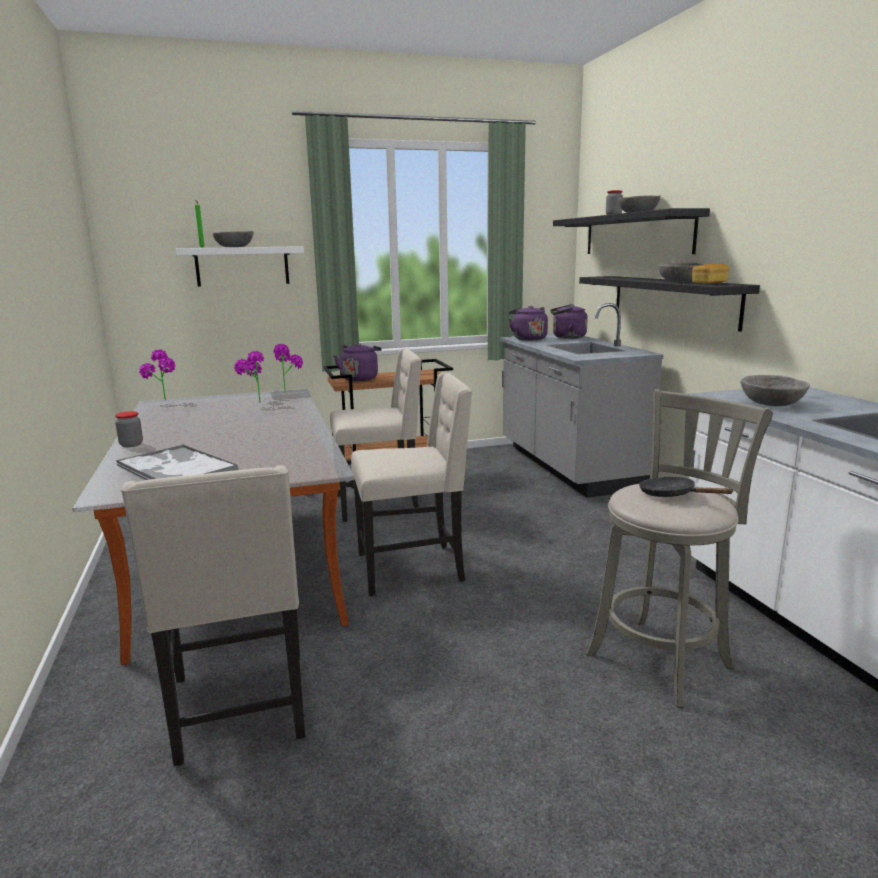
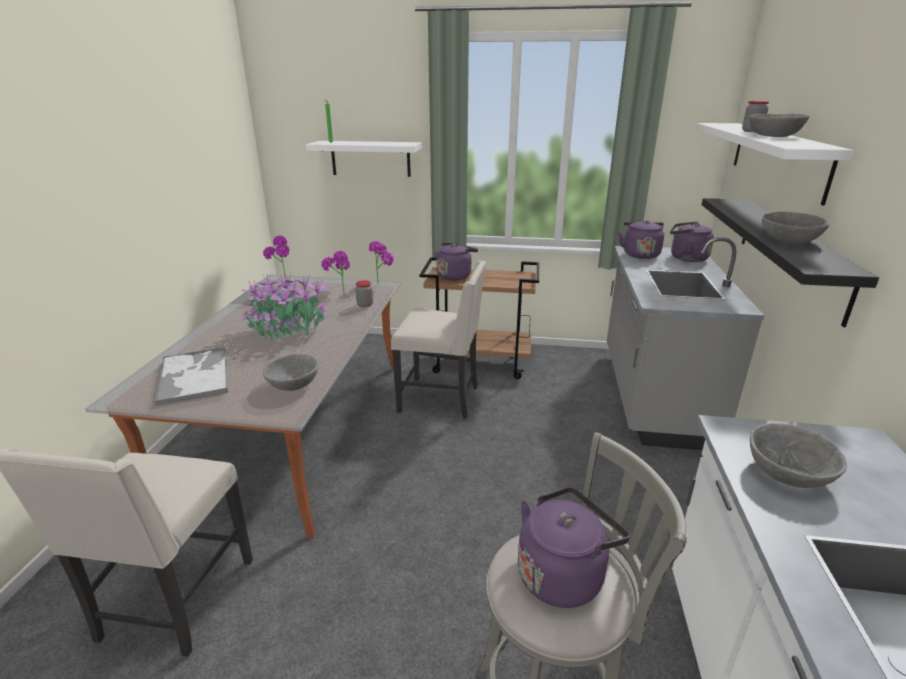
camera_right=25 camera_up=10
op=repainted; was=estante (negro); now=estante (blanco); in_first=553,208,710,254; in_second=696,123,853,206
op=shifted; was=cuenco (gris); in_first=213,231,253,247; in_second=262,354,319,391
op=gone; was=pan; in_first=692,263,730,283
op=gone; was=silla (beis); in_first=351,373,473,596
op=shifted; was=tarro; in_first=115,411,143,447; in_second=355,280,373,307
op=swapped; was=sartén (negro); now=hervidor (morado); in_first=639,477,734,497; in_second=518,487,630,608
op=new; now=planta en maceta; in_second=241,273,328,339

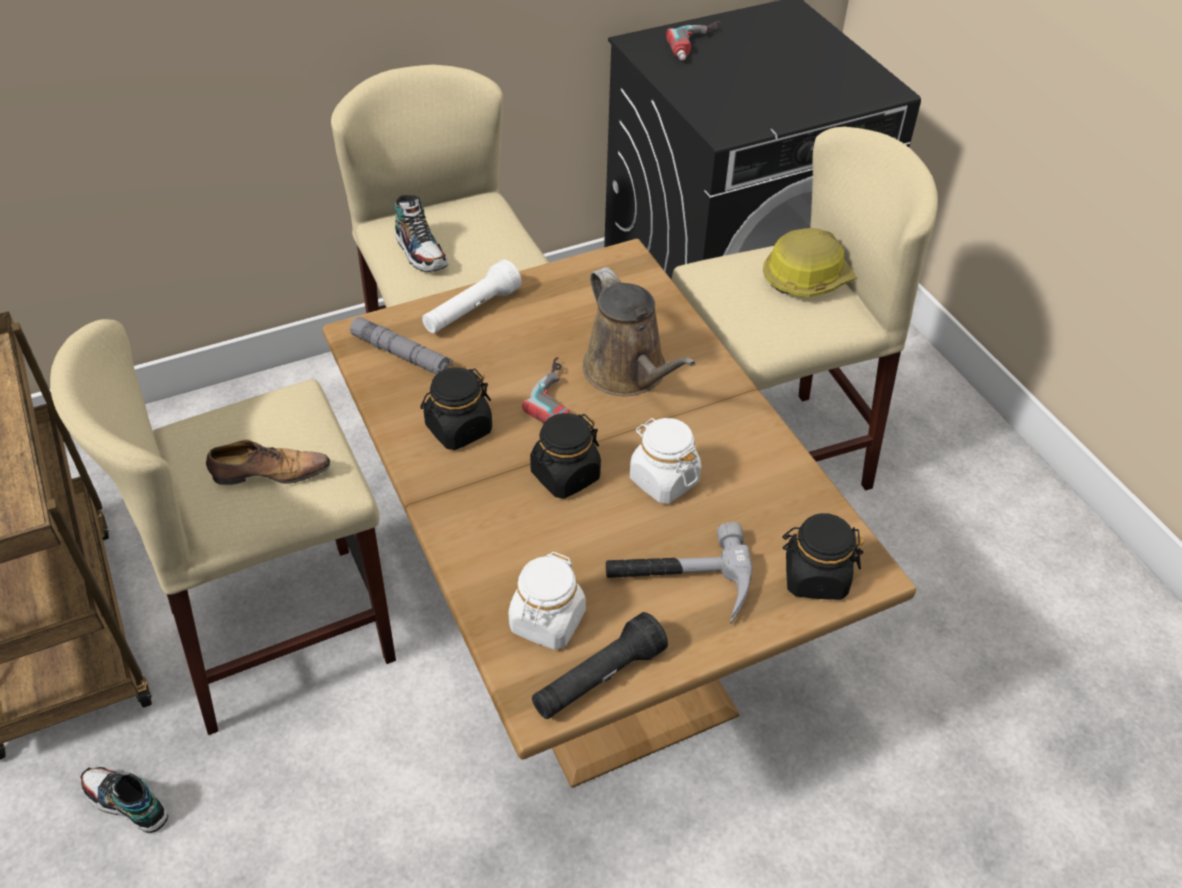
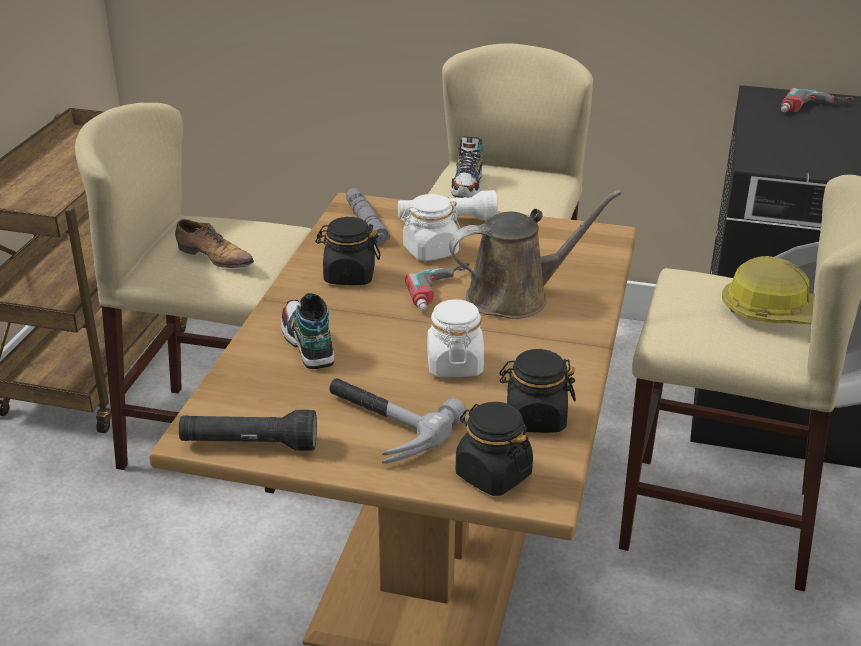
camera_right=40 camera_up=-15
op=rotated; was=regadera (marrón); in_first=583,267,696,396; in_second=449,190,621,319; clockwise=-120
op=shifted; was=tarro (negro); in_first=530,413,601,499; in_second=499,349,576,433
op=shifted; was=tarro (blanco); in_first=508,552,586,650; in_second=401,194,460,261
op=shifted; was=zapato; in_first=80,767,168,833; in_second=281,293,334,369

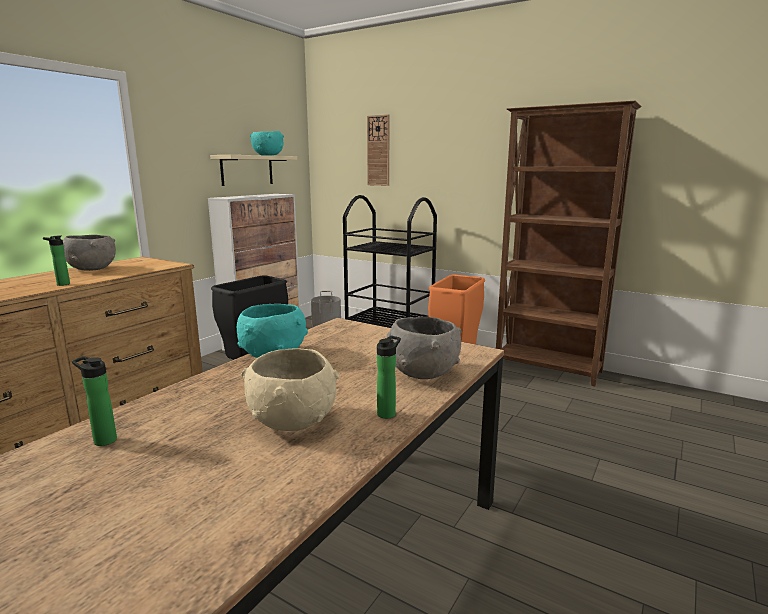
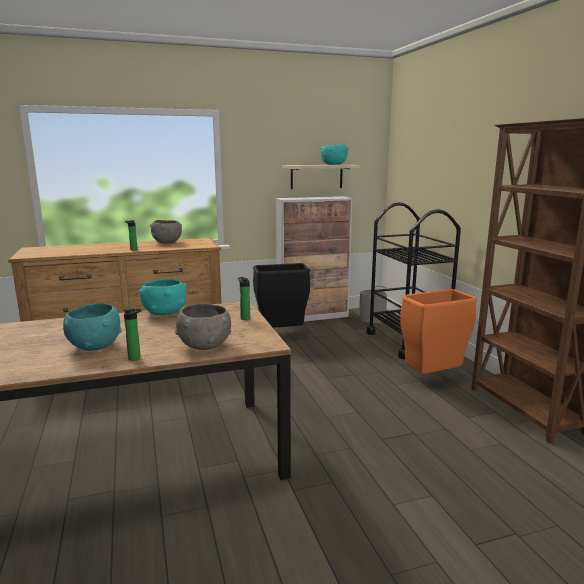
camera_right=40 camera_up=0
op=gone; was=reloj de pared; in_first=367,115,389,186
op=repainted; was=cuenco (beis); now=cuenco (turquesa); in_first=241,349,339,431; in_second=63,303,122,351
op=shifted; was=botella; in_first=72,356,117,446; in_second=238,277,250,320

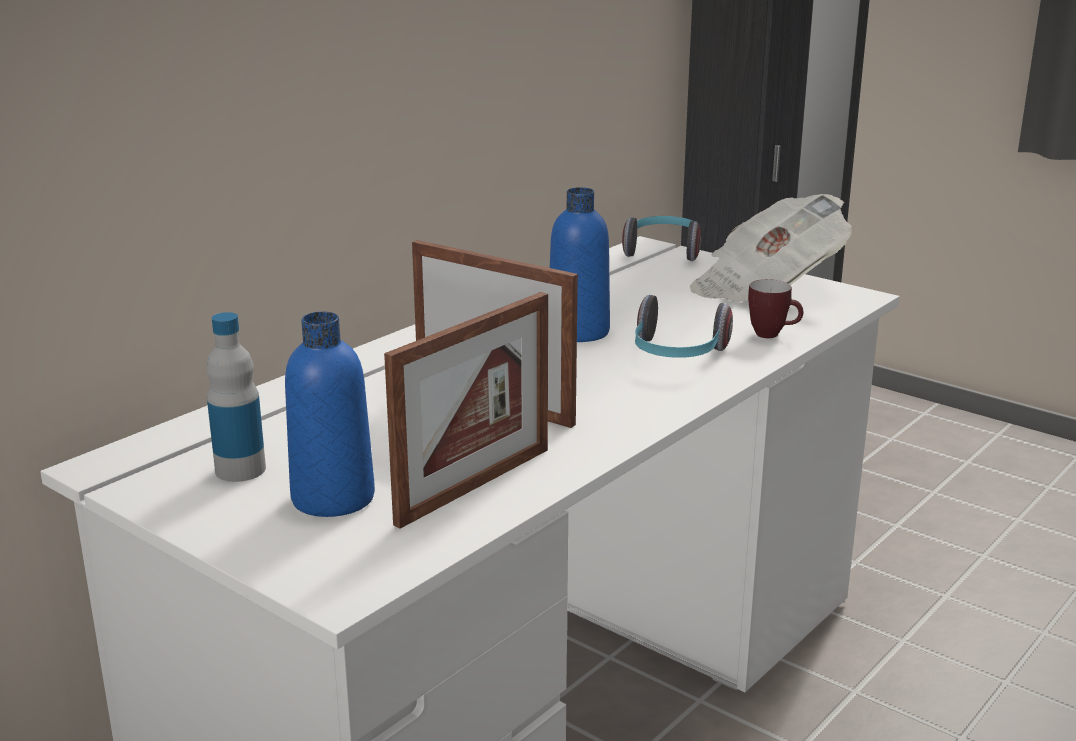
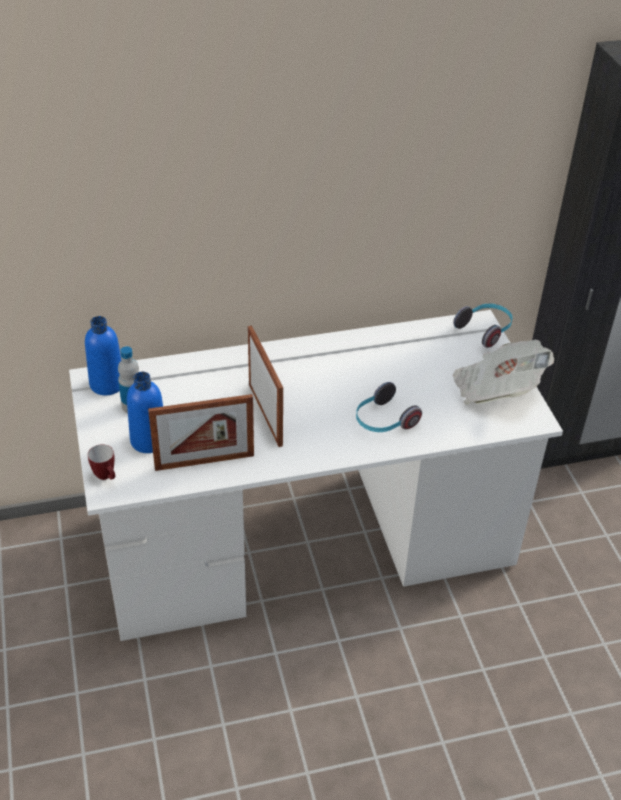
camera_right=35 camera_up=20
op=shifted; was=botella (azul); in_first=550,187,610,342; in_second=85,316,121,395
op=shifted; was=taza grande; in_first=748,279,803,338; in_second=88,444,115,480

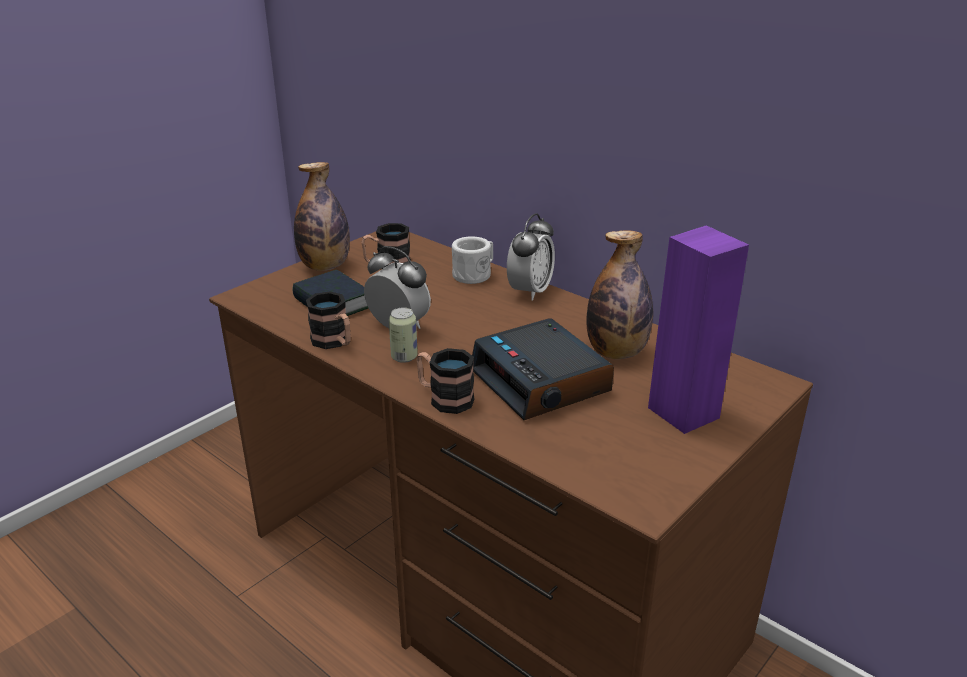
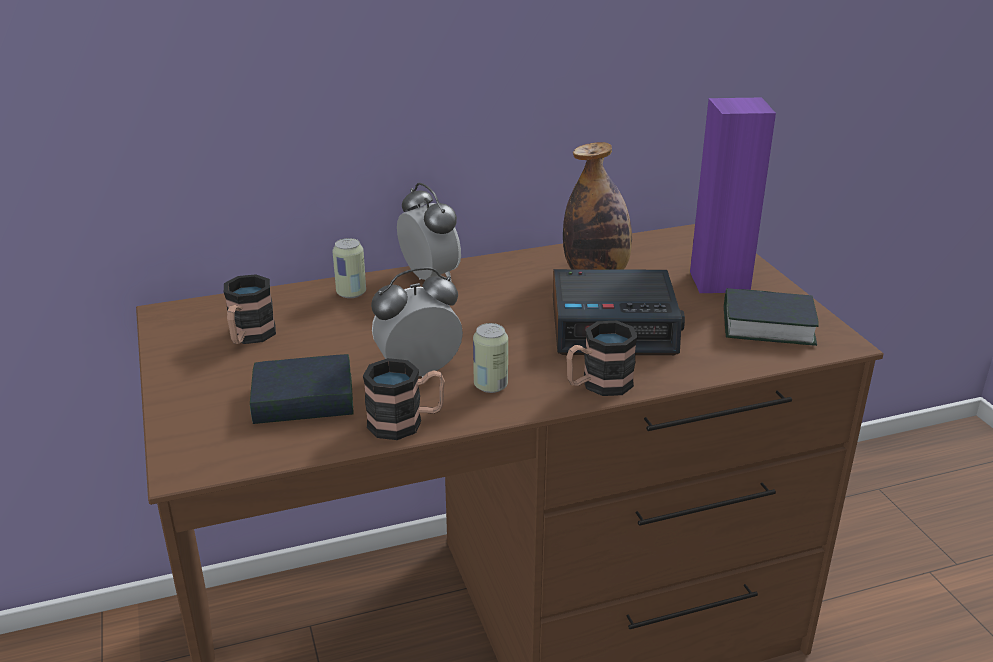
camera_right=-60 camera_up=0
op=gone; was=botella; in_first=294,162,350,271
op=swapped; was=taza grande (blanco); now=lata; in_first=452,236,493,284; in_second=332,238,366,298
op=new; now=libro; in_second=724,288,819,346

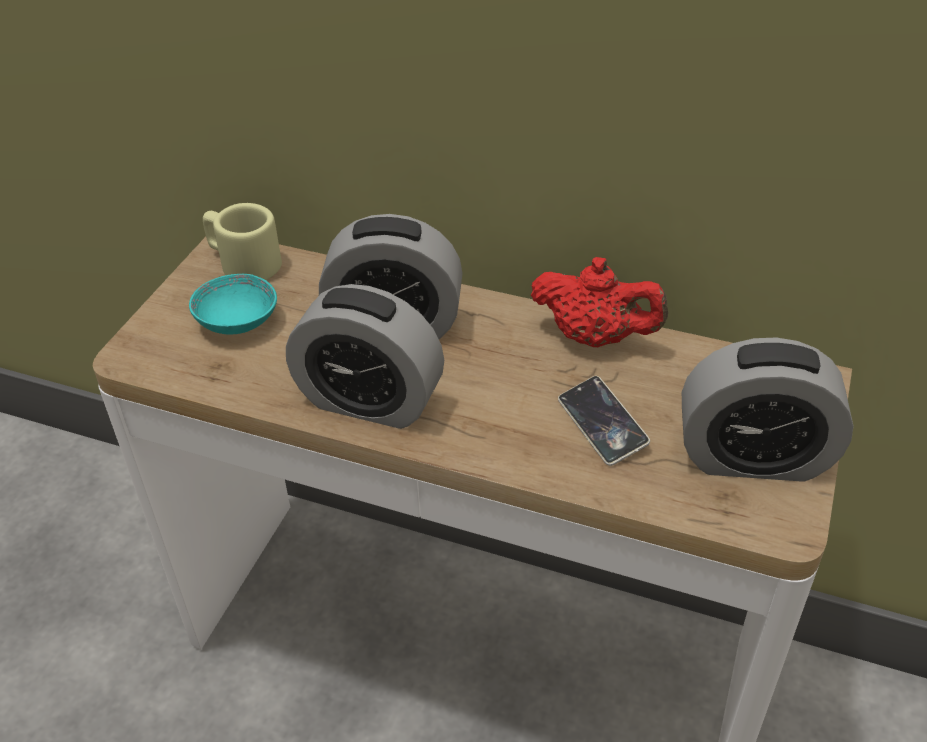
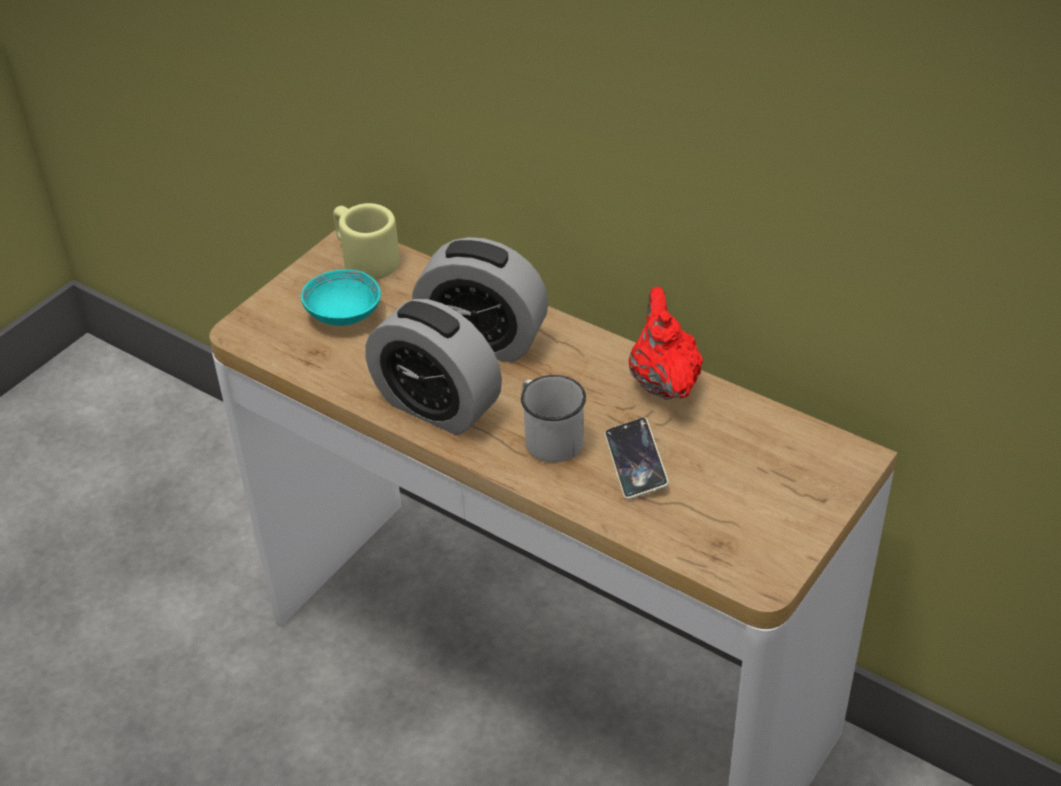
camera_right=15 camera_up=0
op=rotated; was=tetera (rojo); in_first=531,257,668,347; in_second=629,286,703,400; clockwise=-135
op=gone; was=despertador; in_first=682,338,854,482
op=new; now=taza grande (blanco); in_second=521,375,586,463

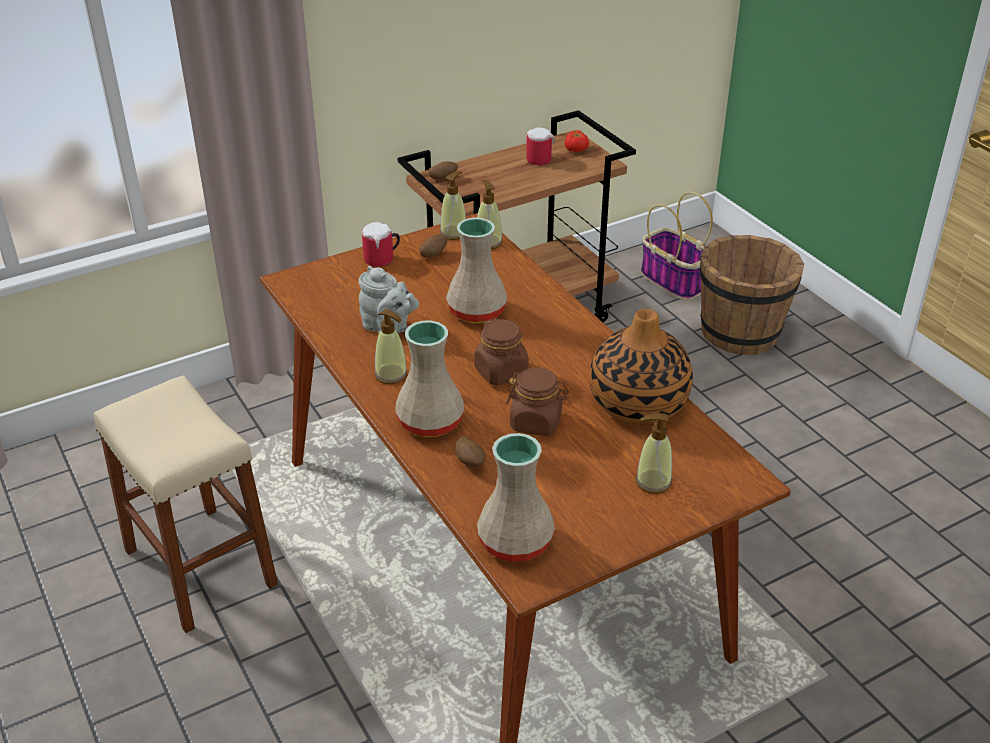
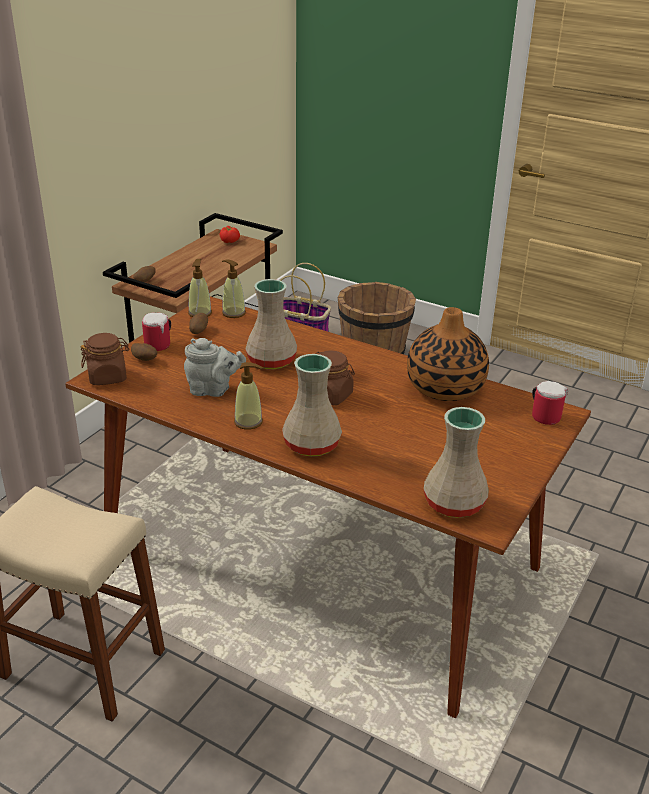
camera_right=-30 camera_up=-5
op=shifted; was=taza grande; in_first=526,127,555,165; in_second=532,381,568,425
op=shifted; was=tarro (marrón); in_first=506,367,569,436; in_second=81,333,129,385
op=gone; was=dispensador de jabón; in_first=635,413,672,494
op=shifted; was=patata; in_first=455,436,486,467; in_second=131,343,157,361

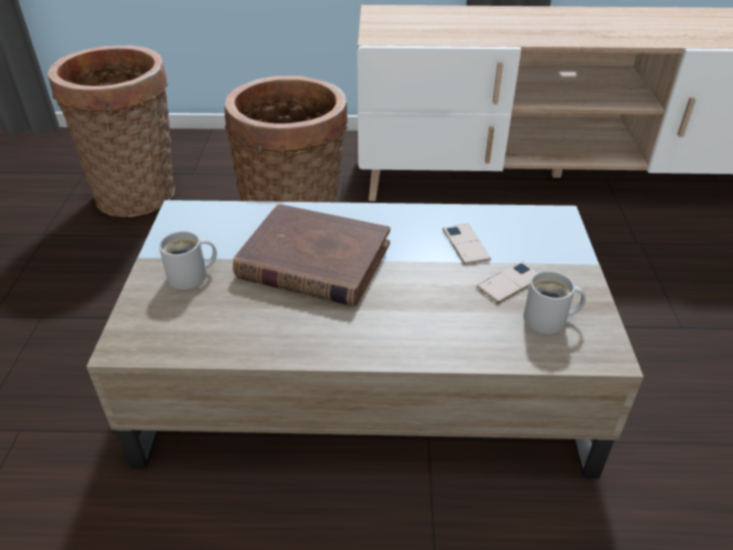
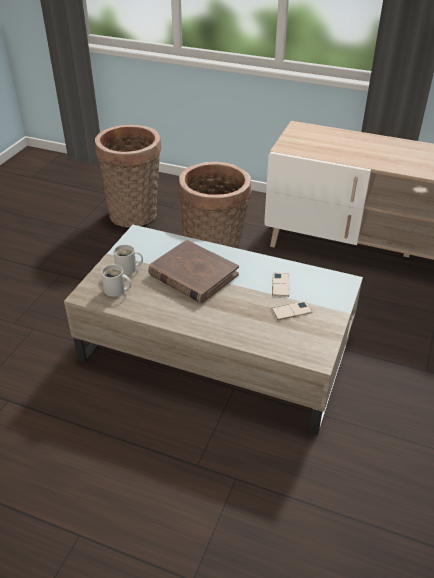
camera_right=20 camera_up=0
op=shifted; was=taza grande (blanco); in_first=523,271,586,334; in_second=101,264,131,297

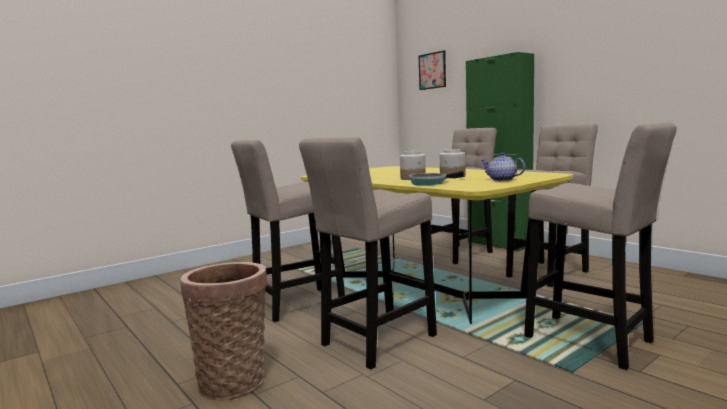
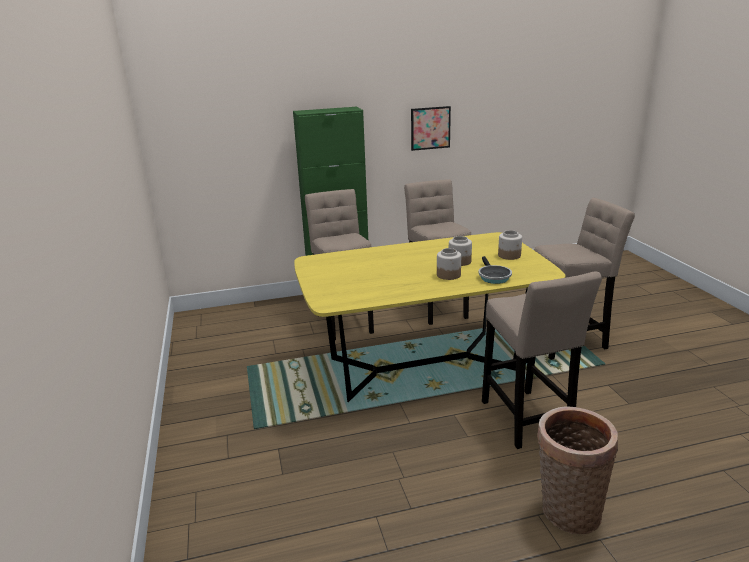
camera_right=-65 camera_up=15
op=shifted; was=cuadro; in_first=419,50,446,90; in_second=411,106,451,151
op=gone; was=taburete (beis); in_first=231,140,345,322
op=swapped; was=tetera; now=tarro; in_first=481,153,525,181; in_second=498,230,522,260

